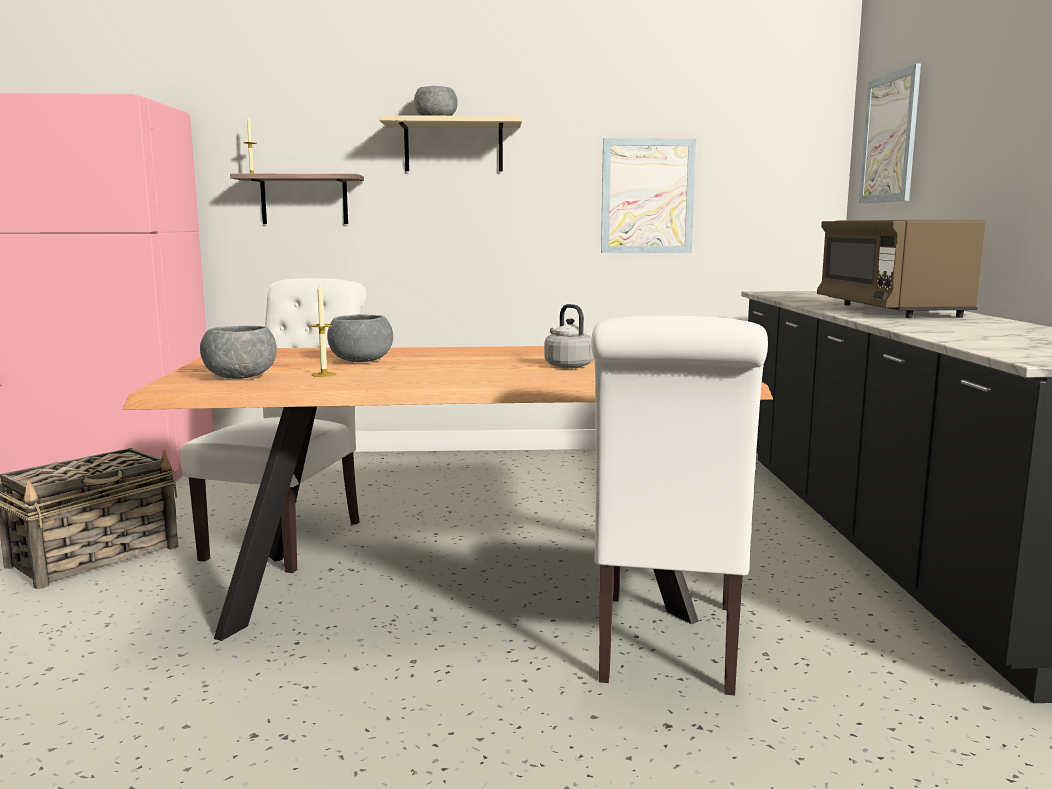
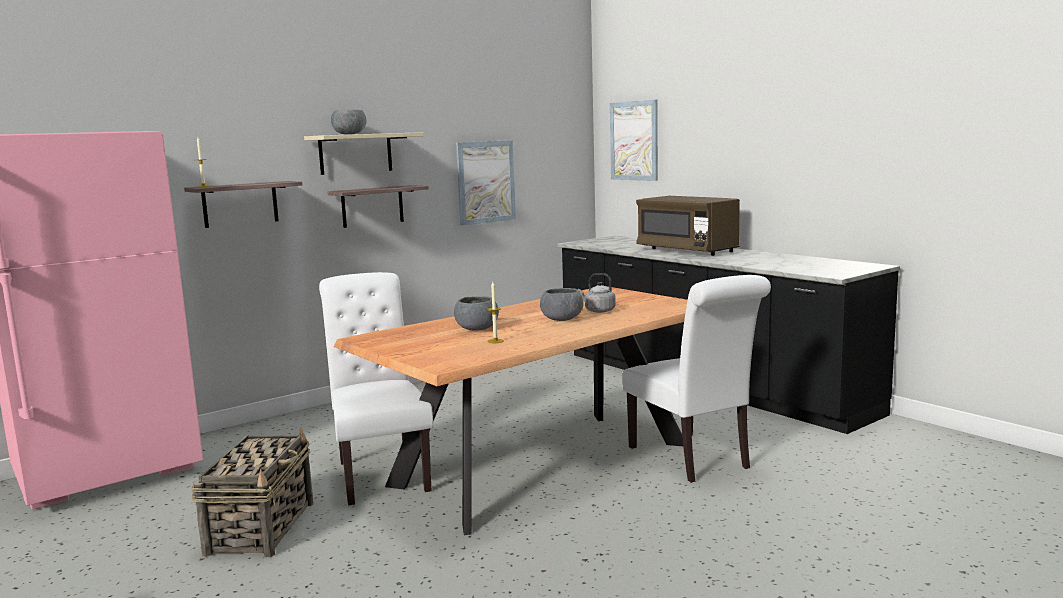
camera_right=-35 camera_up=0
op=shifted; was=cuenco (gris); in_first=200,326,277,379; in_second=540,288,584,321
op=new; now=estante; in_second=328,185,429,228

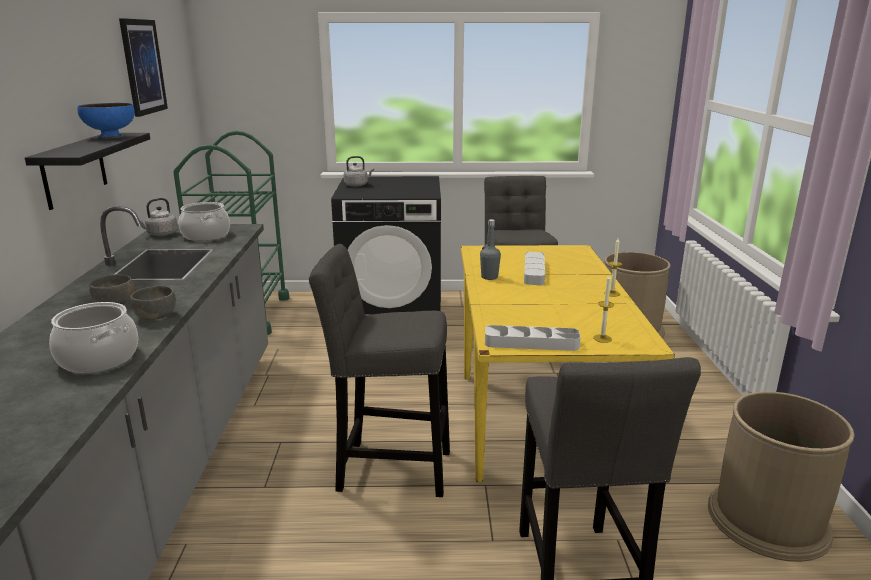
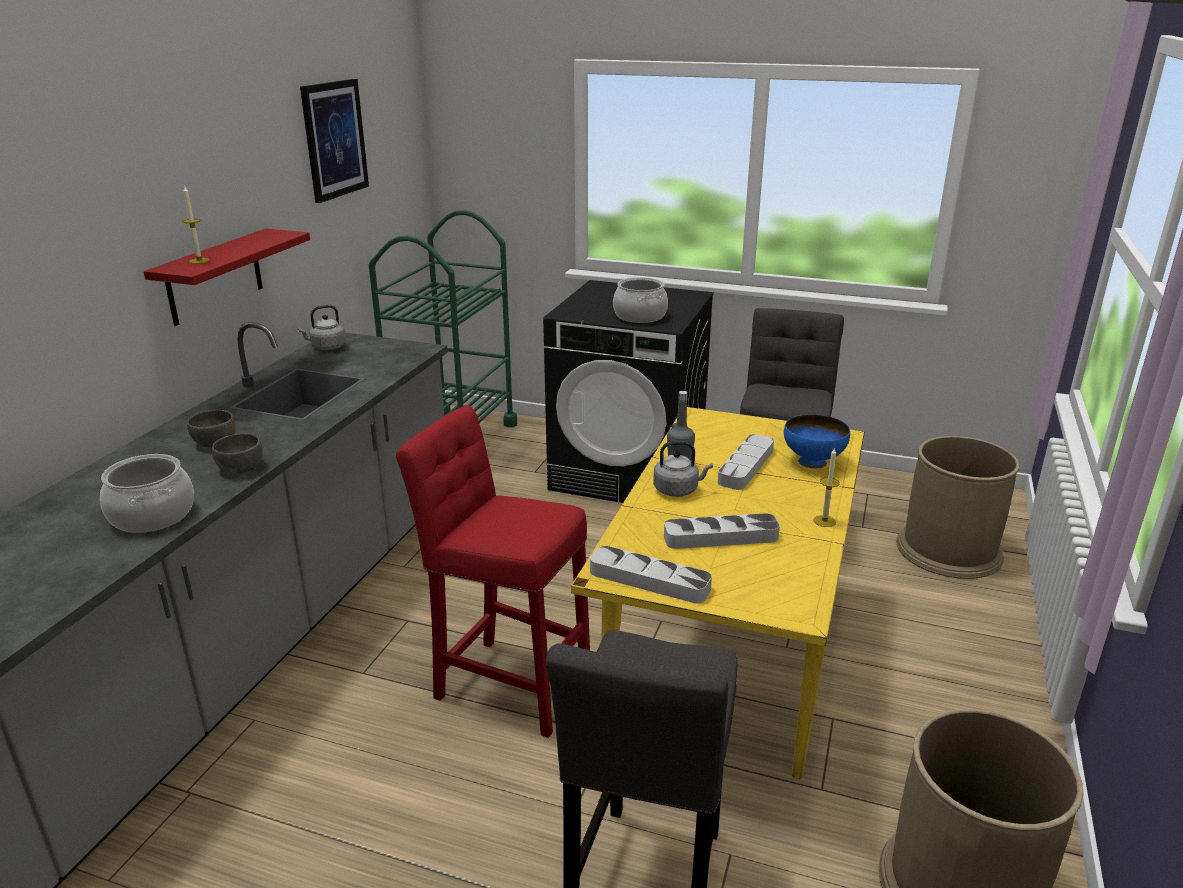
camera_right=20 camera_up=5
op=shifted; was=cuenco (azul); in_first=77,103,135,138; in_second=784,414,850,469
op=repainted; was=estante (negro); now=estante (rojo); in_first=25,133,150,210; in_second=144,229,310,326
op=shifted; was=hervidor (gris); in_first=343,156,374,187; in_second=653,441,713,497
op=shifted; was=olla; in_first=178,202,230,241; in_second=613,277,668,323
op=repainted; was=taburete (gris); now=taburete (rojo); in_first=309,244,450,497; in_second=396,405,590,738
op=shifted; was=vela; in_first=593,275,614,343; in_second=182,187,210,264
op=new; now=bandeja (gris); in_second=664,513,780,549

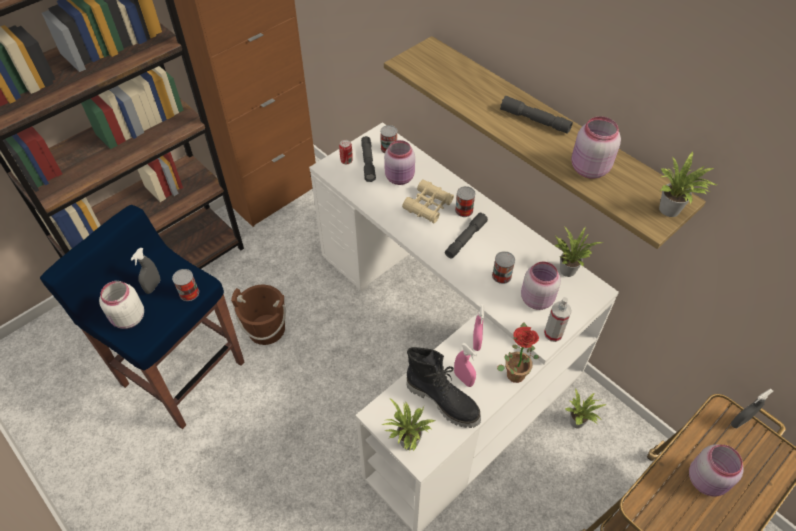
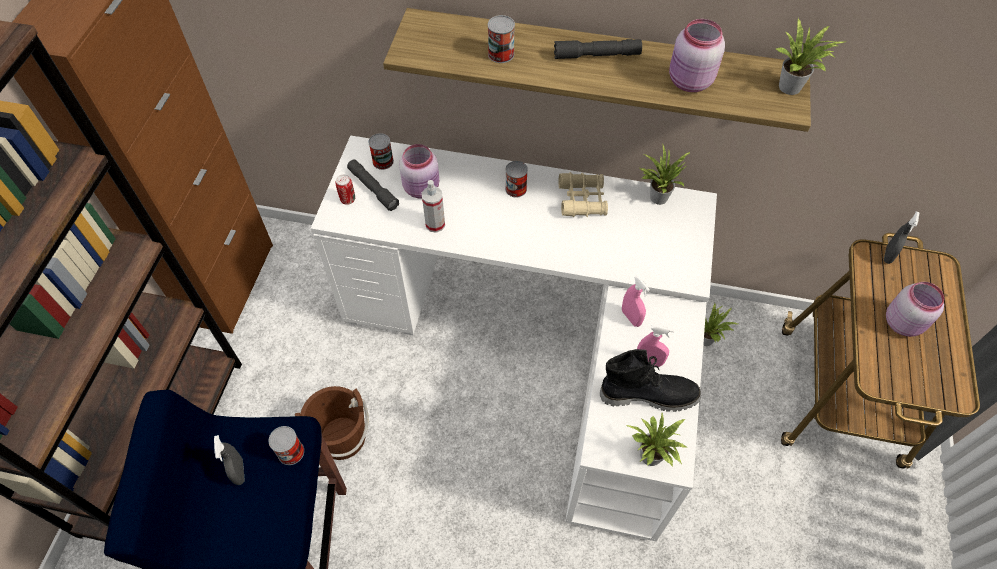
camera_right=-35 camera_up=5
op=shifted; was=prismáticos (beis); in_first=402,179,454,224; in_second=558,172,608,217
op=gone; was=linterna (gris); in_first=445,212,488,259
op=shifted; was=lata; in_first=492,251,515,284; in_second=488,15,515,63
op=gone; was=tarro (rosa); in_first=521,261,561,310
op=gone; was=tarro (blanco); in_first=99,281,144,329
op=shifted; was=pulverizador; in_first=544,297,572,342; in_second=422,180,445,233
op=gone; was=planta en maceta; in_first=497,323,539,383

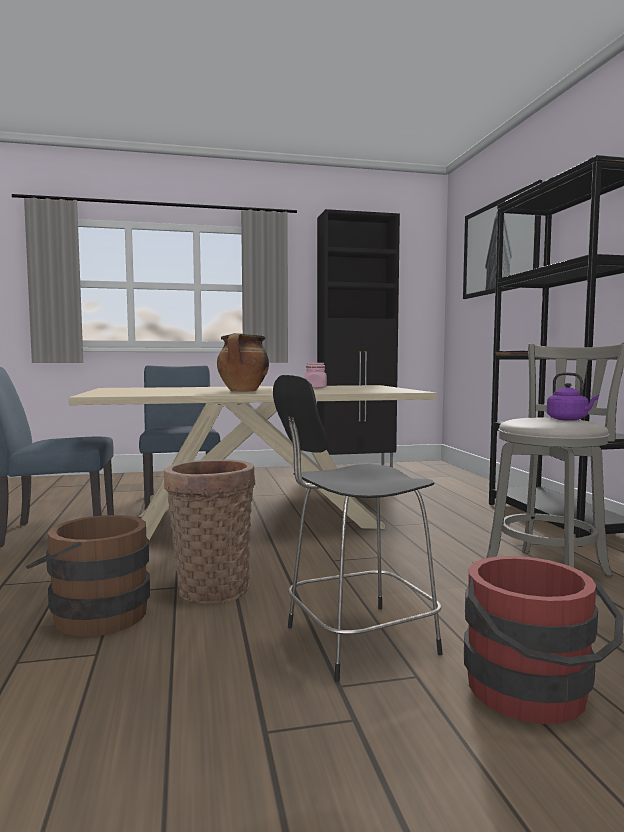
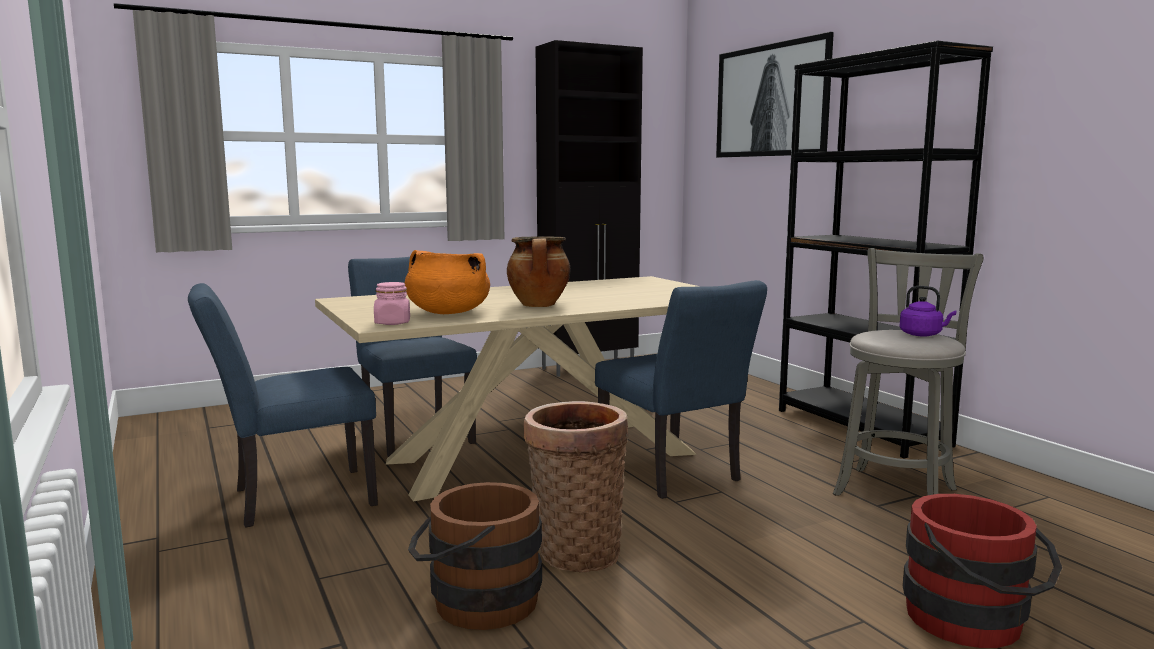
camera_right=-15 camera_up=5
op=shifted; was=tarro (rosa); in_first=304,363,327,389; in_second=374,282,410,325
op=gone; was=taburete (negro); in_first=273,375,443,682
op=new; now=olla (naranja); in_second=405,250,490,314
op=new; now=silla (azul); in_second=595,280,767,499

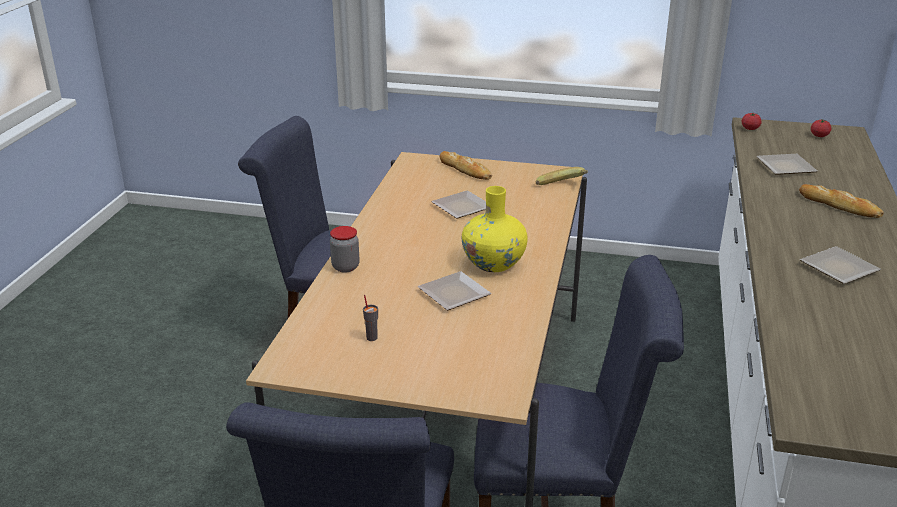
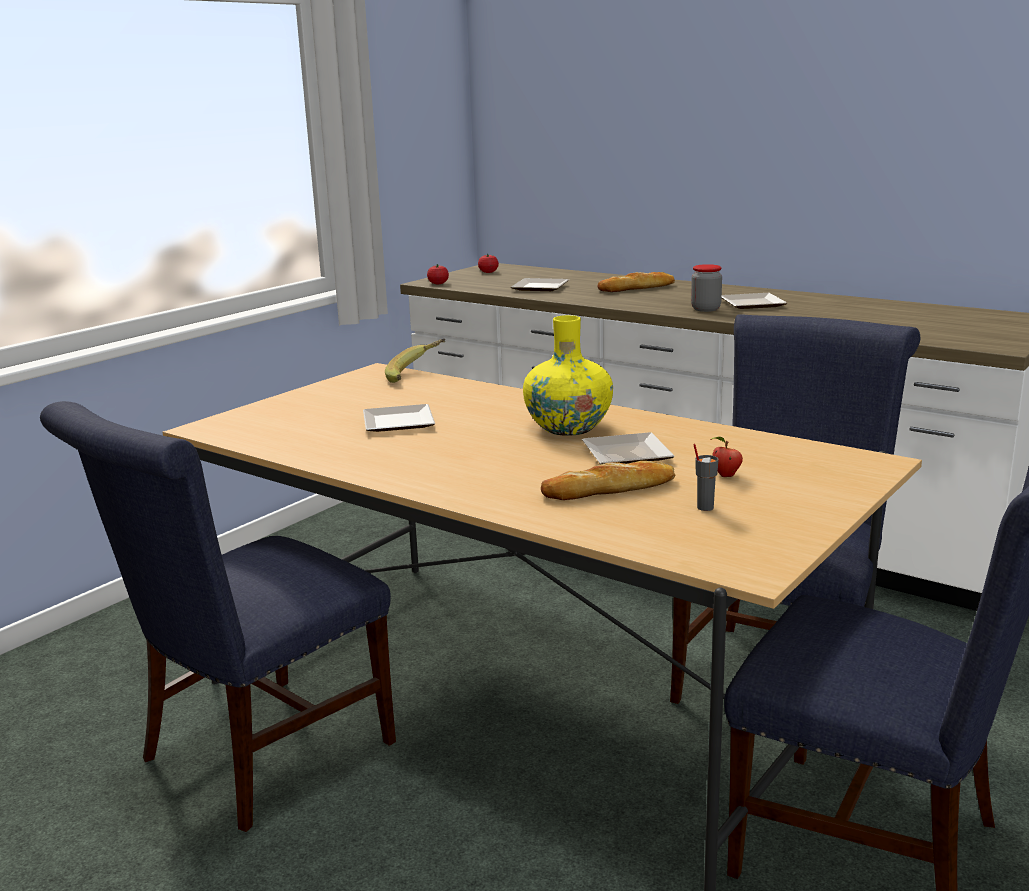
camera_right=-65 camera_up=-10
op=shifted; was=pan; in_first=440,151,492,180; in_second=541,461,675,500
op=shifted; was=tarro; in_first=330,226,360,272; in_second=691,264,722,312
op=new; now=manzana; in_second=711,437,743,477

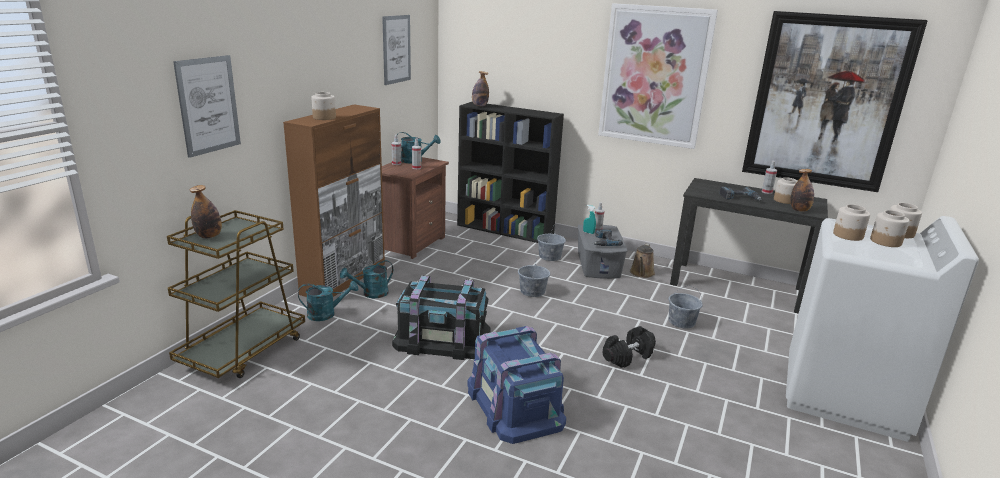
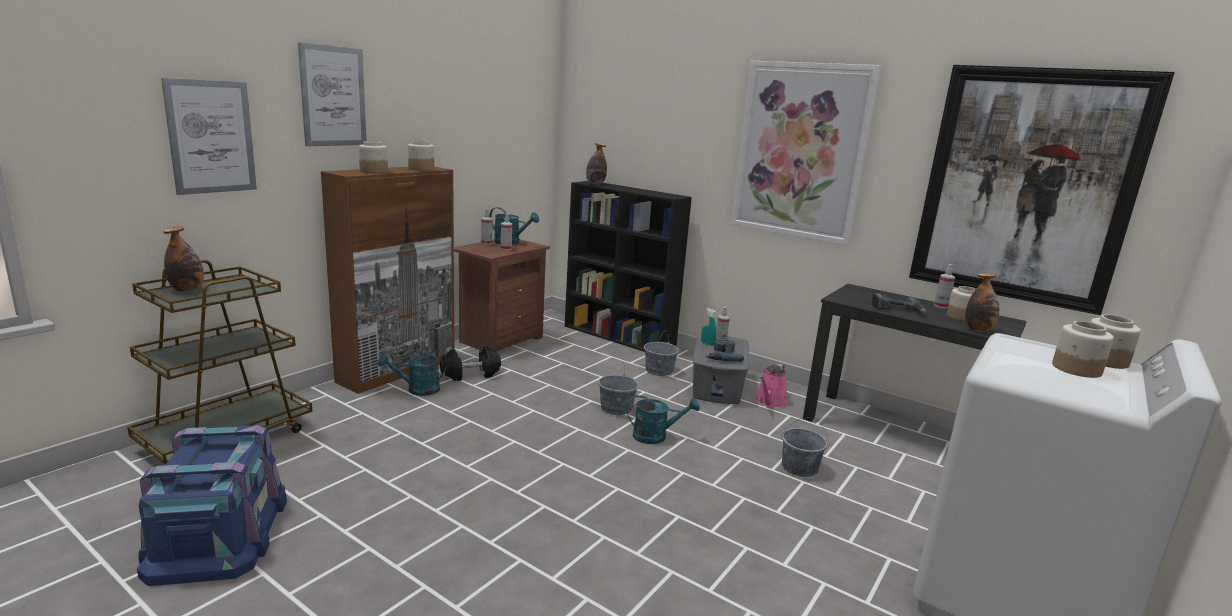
camera_right=10 camera_up=-5
op=shifted; was=cuadro; in_first=382,15,411,85; in_second=298,42,366,146
op=shifted; was=tarro; in_first=833,204,870,241; in_second=408,140,434,171
op=repainted; was=regadera (marrón); now=regadera (rosa); in_first=630,243,655,278; in_second=755,364,788,408
op=gone; was=caja de almacenaje (negro); in_first=392,276,491,360
op=shifted; was=regadera (turquesa); in_first=298,281,358,321; in_second=626,395,700,444
op=shifted; was=caja de almacenaje (azul); in_first=467,326,566,444; in_second=137,425,287,586
op=shifted; was=mancuerna (negro); in_first=603,326,656,368; in_second=440,346,501,381

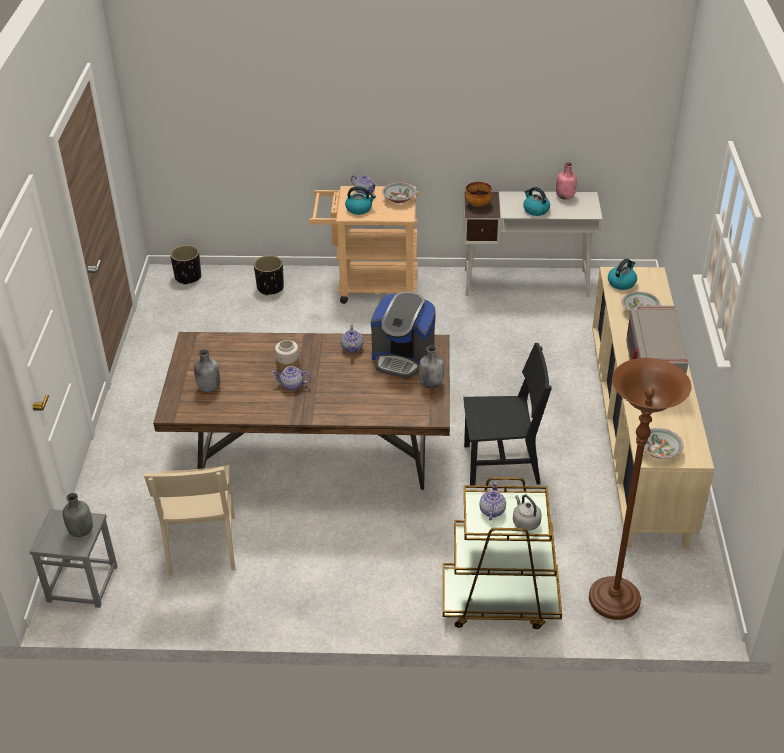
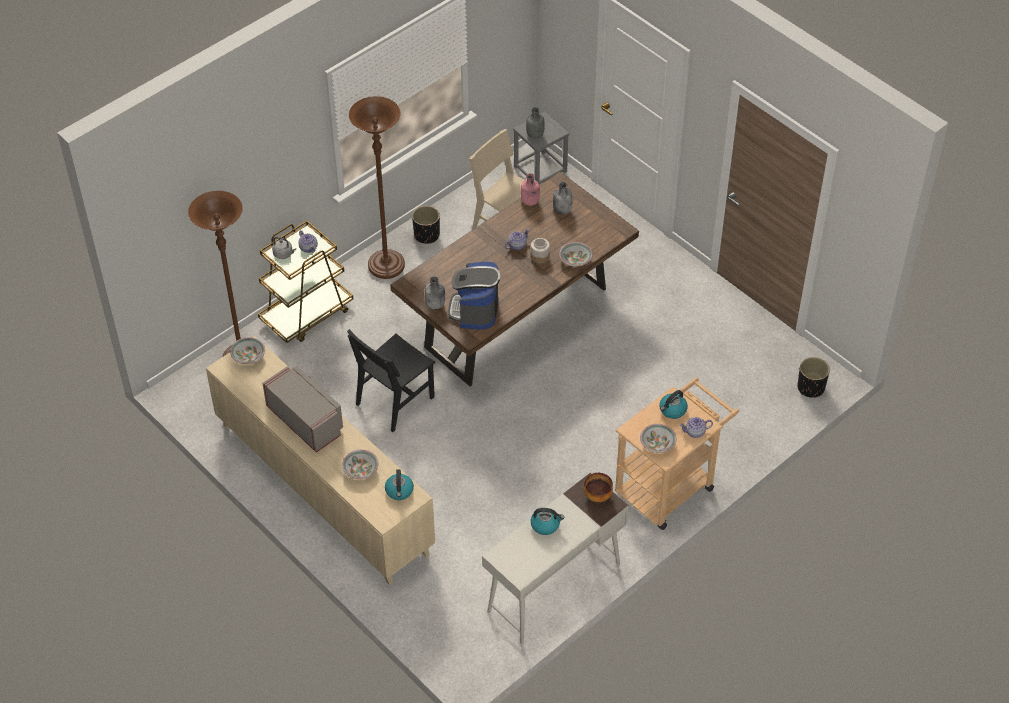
camera_right=135 camera_up=10
op=shifted; was=botella (rosa); in_first=556,162,577,199; in_second=520,173,540,206
op=shifted; was=maceta (negro); in_first=254,255,284,296; in_second=412,206,440,244
op=rotated; was=cafetera; in_first=371,291,436,378; in_second=448,262,500,329; clockwise=-60
op=gone; was=tetera; in_first=341,325,363,354
op=new; now=lámpara de pie (marrón); in_second=349,96,405,279
op=new; now=cuenco; in_second=559,242,593,267

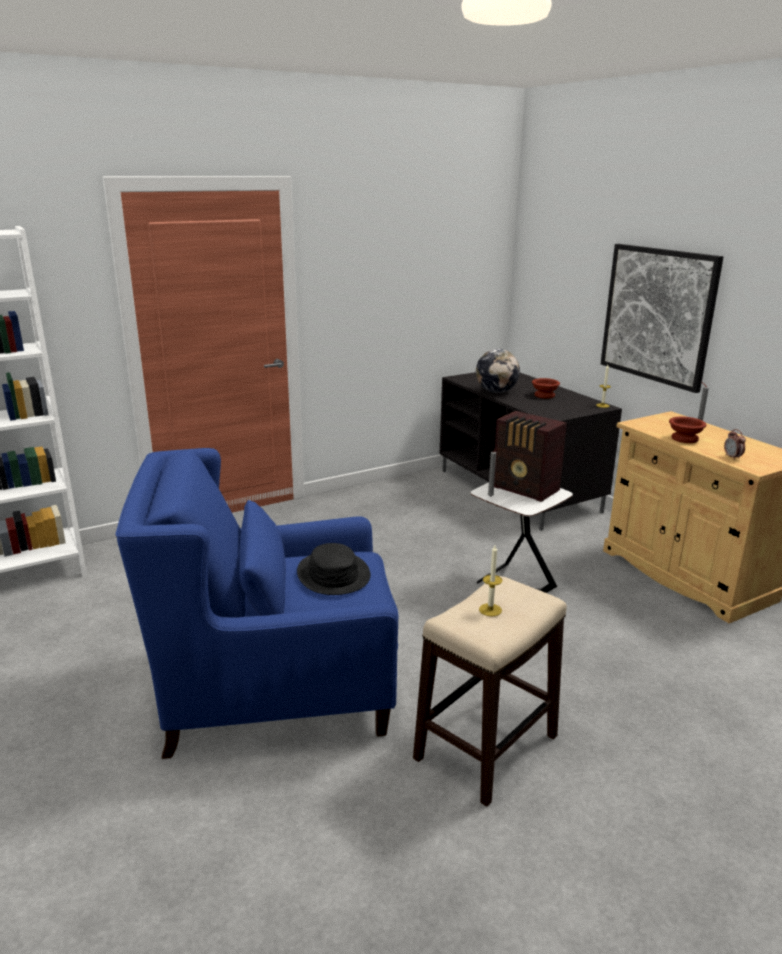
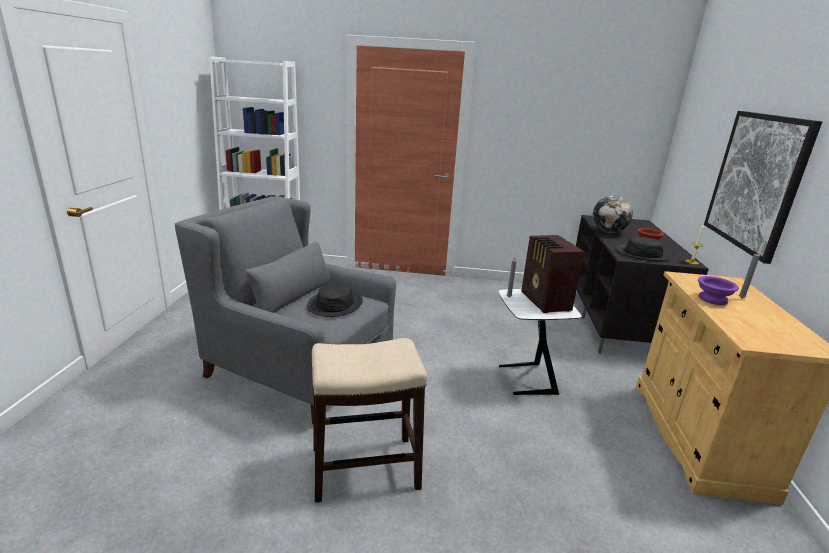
camera_right=35 camera_up=0
op=repainted; was=cuenco (marrón); now=cuenco (morado); in_first=669,417,706,443; in_second=698,276,739,305
op=gone; was=despertador; in_first=724,429,746,460
op=repainted; was=sillón (azul); now=sillón (gris); in_first=115,448,399,759; in_second=175,196,396,425
op=gone; was=vela; in_first=479,546,503,616
op=new; now=sombrero (negro); in_second=616,237,673,261

